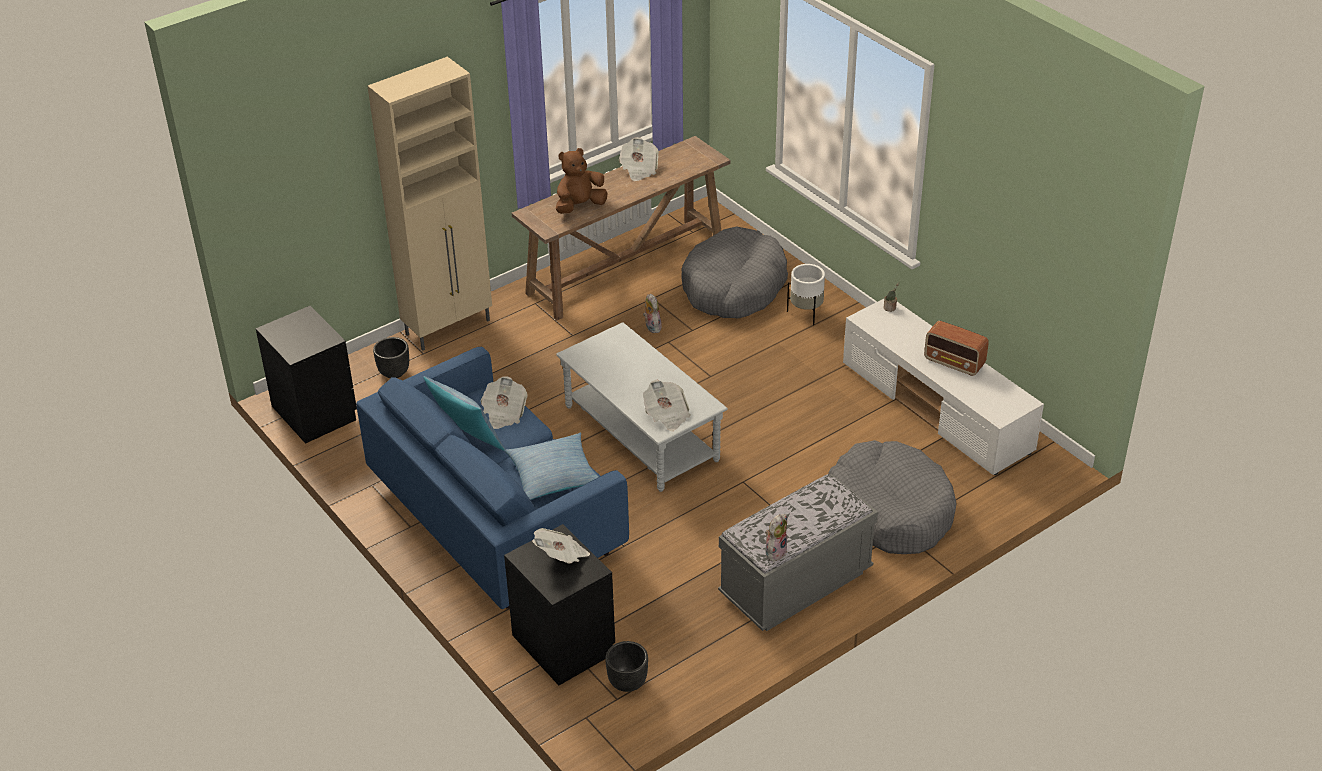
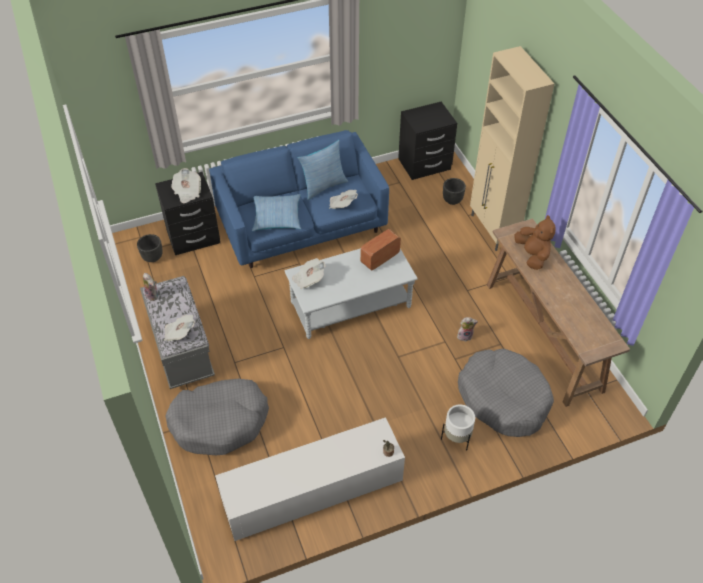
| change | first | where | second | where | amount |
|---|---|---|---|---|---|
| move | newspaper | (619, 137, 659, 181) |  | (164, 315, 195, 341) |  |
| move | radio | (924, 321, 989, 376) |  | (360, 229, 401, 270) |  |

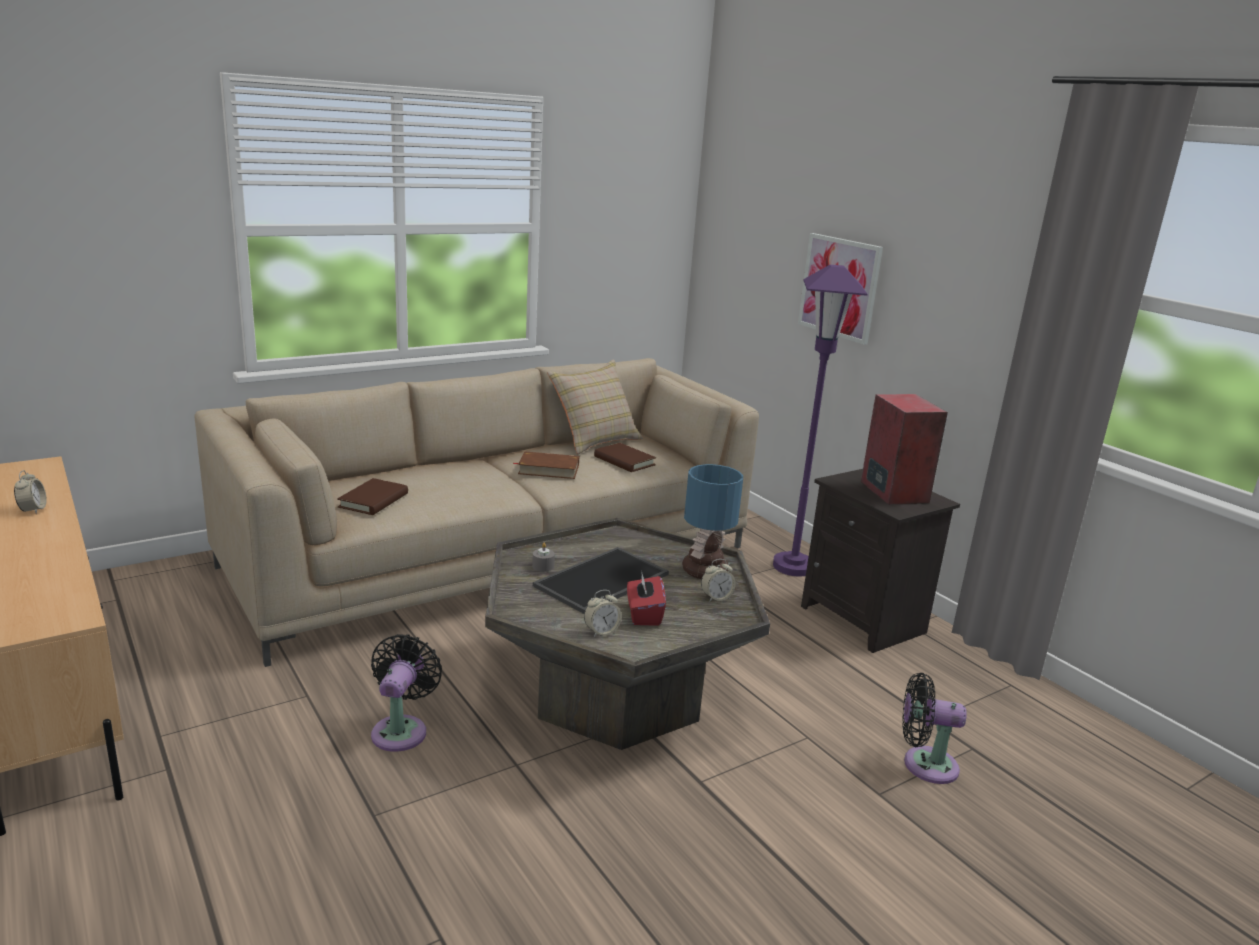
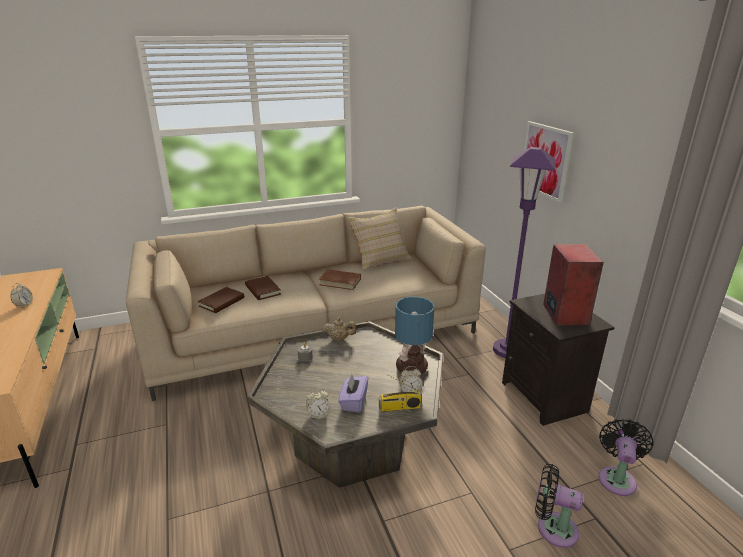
| change | first | where | second | where | amount |
|---|---|---|---|---|---|
| move | brown book | (594, 443, 656, 472) |  | (245, 276, 281, 300) |  |
| insert |  |  | beige teapot | (322, 318, 357, 341) |  |
| recolor | red tissue box | (627, 574, 666, 626) | purple tissue box | (338, 374, 368, 413) |  |
| insert |  |  | radio | (379, 375, 421, 412) |  |
| move | black fan | (371, 634, 442, 752) |  | (598, 418, 654, 496) |  |
| delete | tray | (533, 547, 669, 614) |  |  |  |

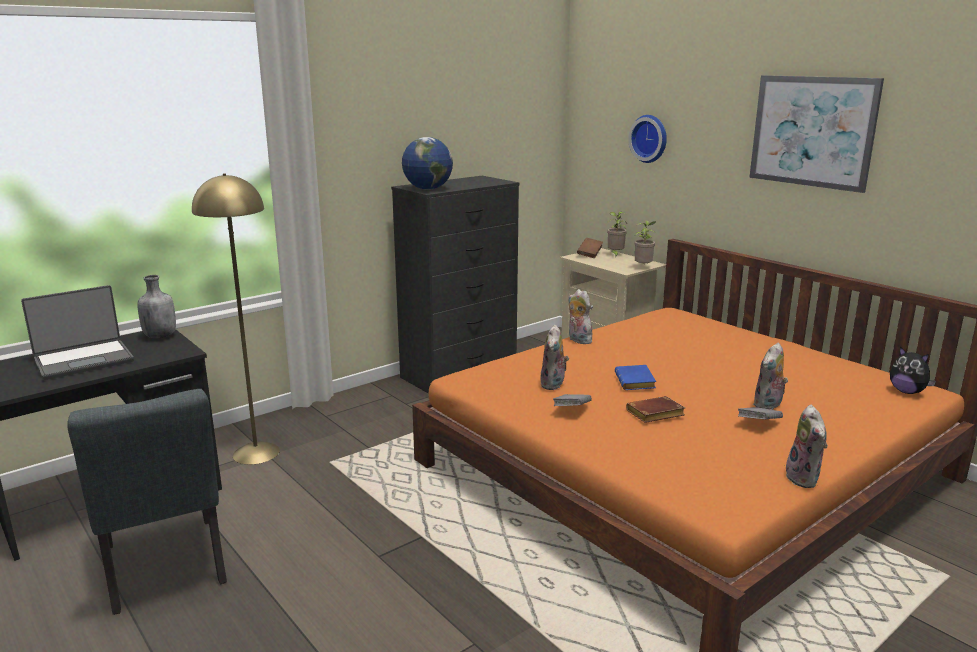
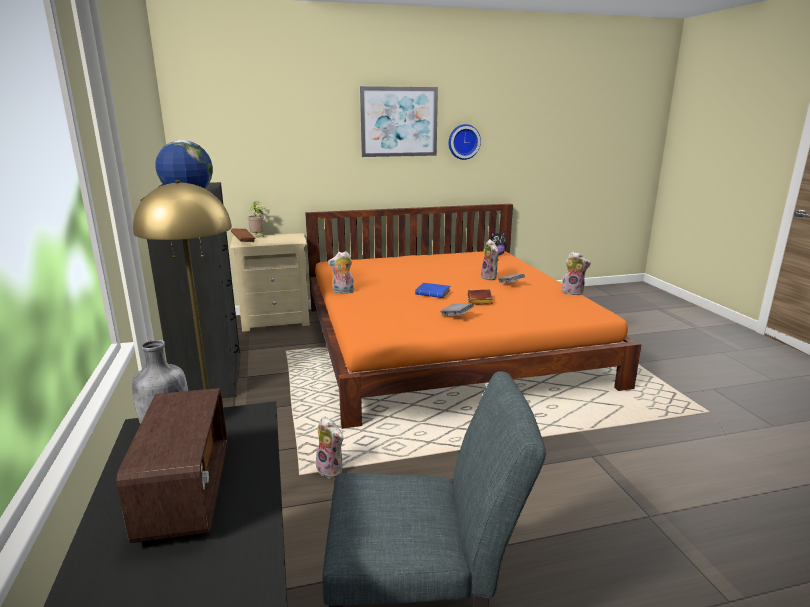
| change | first | where | second | where | amount |
|---|---|---|---|---|---|
| replace | laptop | (21, 285, 134, 380) | radio | (117, 388, 227, 543) |  |
| move | plush toy | (540, 325, 569, 390) |  | (316, 416, 343, 478) |  |
| move | wall clock | (628, 115, 667, 163) |  | (449, 124, 481, 160) |  |
| delete | potted plant | (634, 220, 657, 265) |  |  |  |

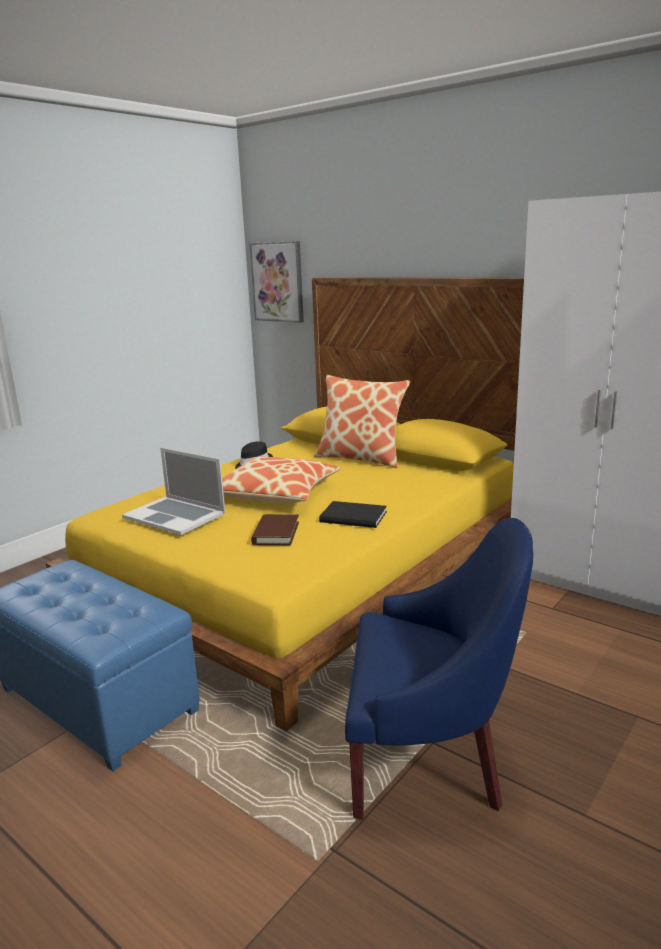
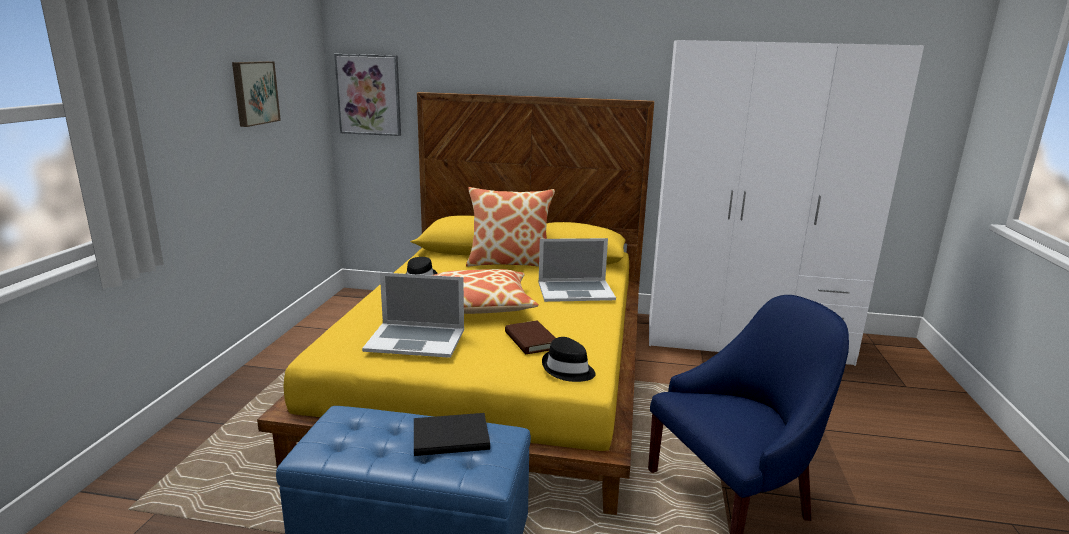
| change | first | where | second | where | amount |
|---|---|---|---|---|---|
| insert |  |  | picture | (232, 61, 281, 127) |  |
| move | black book | (319, 501, 387, 528) |  | (414, 413, 490, 456) |  |
| insert |  |  | laptop | (539, 238, 616, 302) |  |
| insert |  |  | black hat | (542, 337, 595, 382) |  |

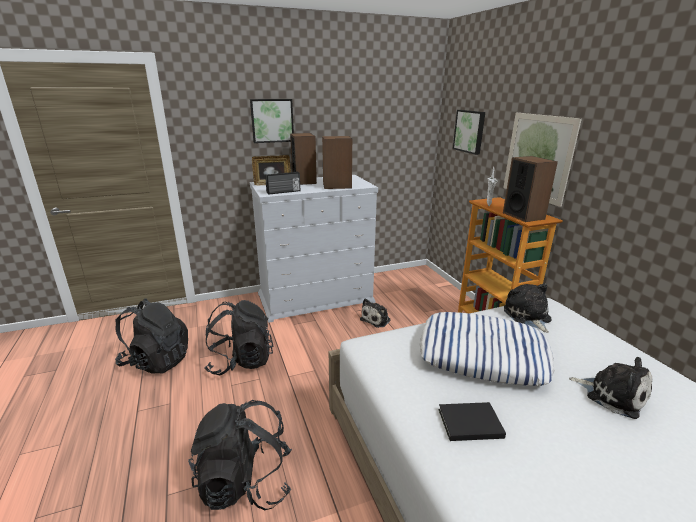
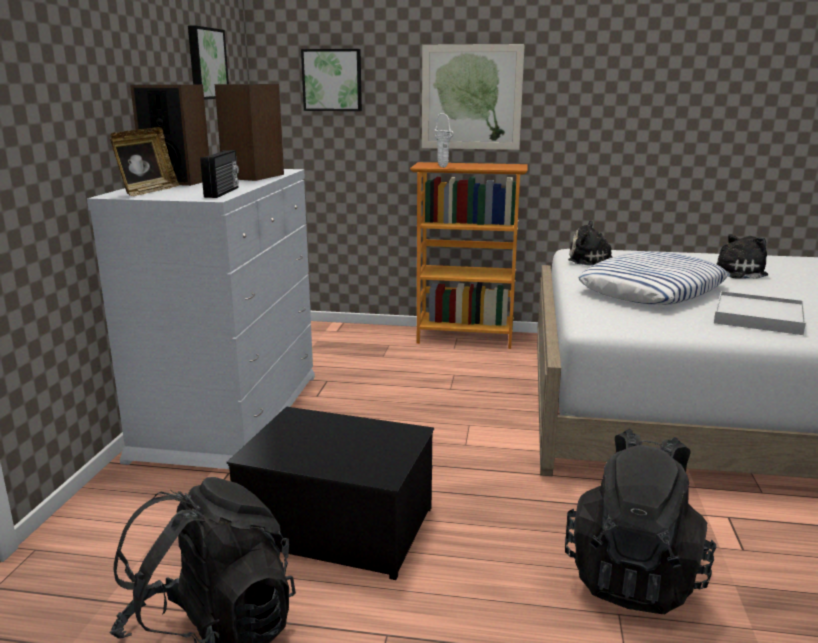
| change | first | where | second | where | amount |
|---|---|---|---|---|---|
| move | picture | (250, 99, 294, 143) |  | (188, 25, 229, 100) |  |
| replace | black backpack | (205, 300, 273, 375) | storage box | (227, 407, 434, 580) |  |
| replace | black book | (438, 402, 506, 441) | white tray | (714, 291, 806, 335) |  |
| delete | plush toy | (360, 298, 391, 328) |  |  |  |
| delete | speaker | (503, 156, 558, 222) |  |  |  |

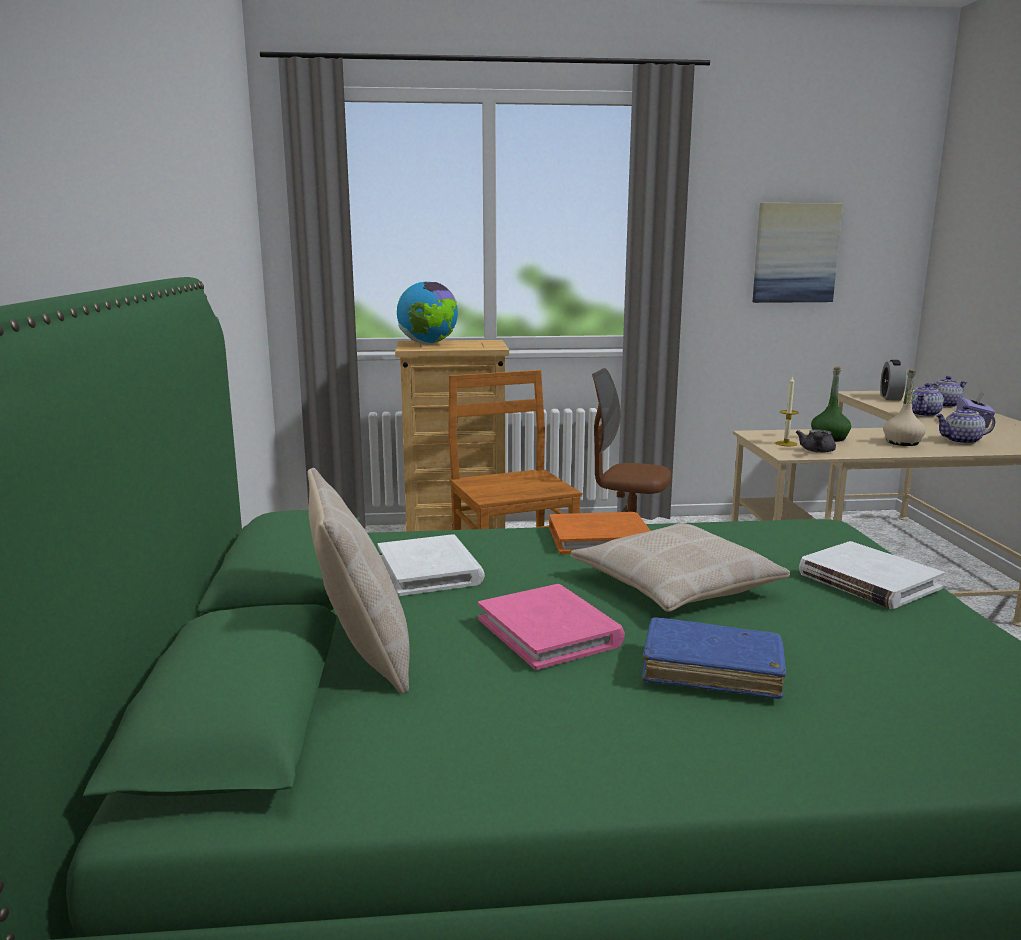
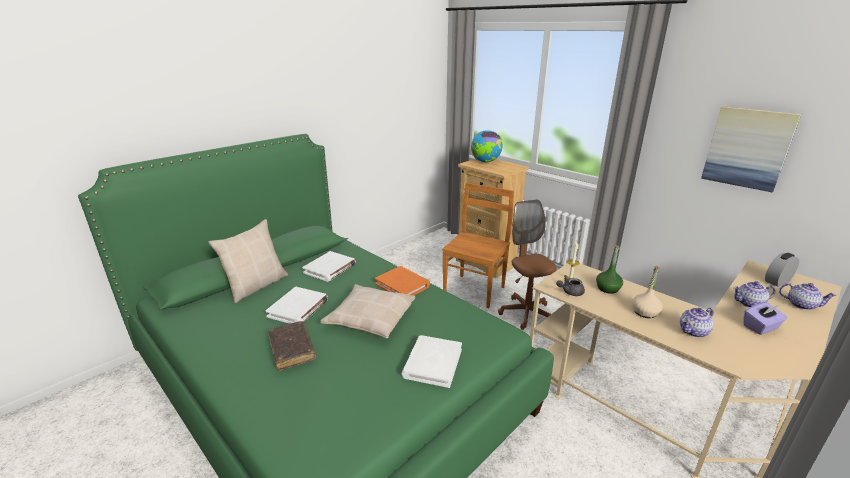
| change | first | where | second | where | amount |
|---|---|---|---|---|---|
| recolor | pink book | (478, 584, 625, 670) | white book | (265, 287, 328, 324) |  |
| recolor | blue book | (642, 617, 786, 699) | brown book | (268, 321, 316, 371) |  |
| rotate | teapot | (935, 405, 995, 444) |  | (680, 308, 714, 338) | 75 degrees counterclockwise |

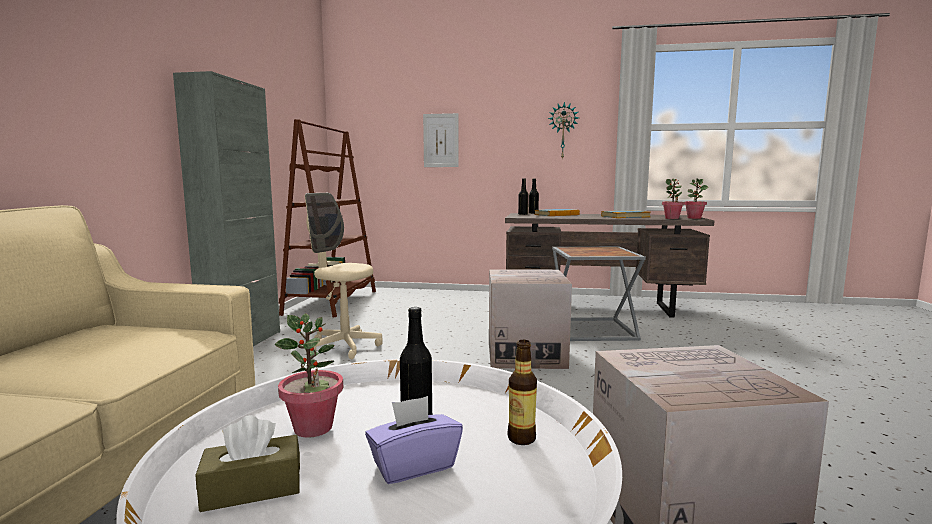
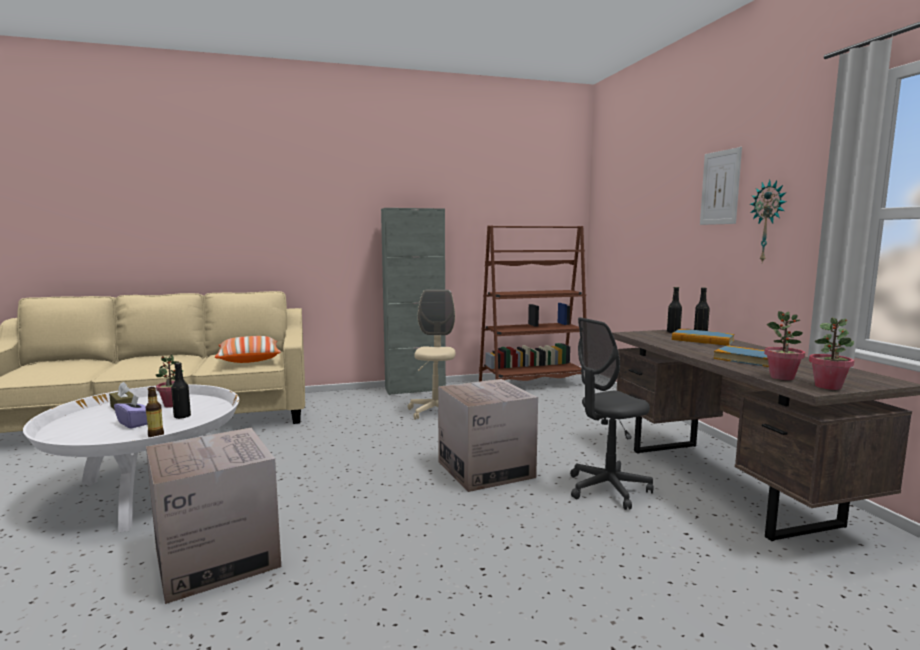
| change | first | where | second | where | amount |
|---|---|---|---|---|---|
| insert |  |  | pillow | (215, 336, 281, 363) |  |
| replace | grey side table | (552, 247, 646, 341) | grey office chair | (570, 317, 653, 510) |  |
| move | picture | (423, 113, 459, 167) |  | (700, 147, 742, 225) |  |

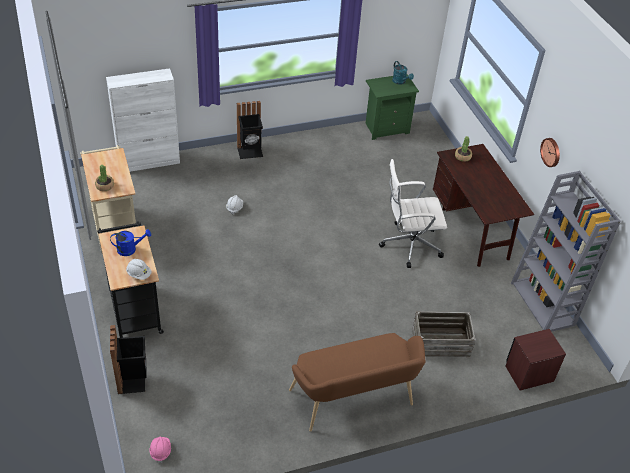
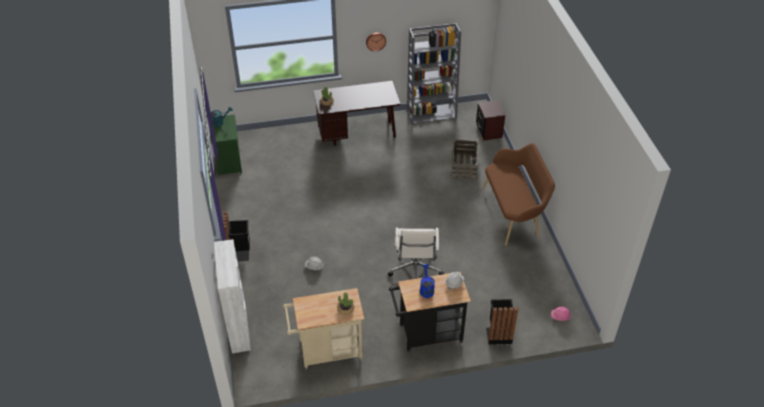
| change | first | where | second | where | amount |
|---|---|---|---|---|---|
| move | white office chair | (379, 159, 447, 268) |  | (388, 228, 444, 279) |  |

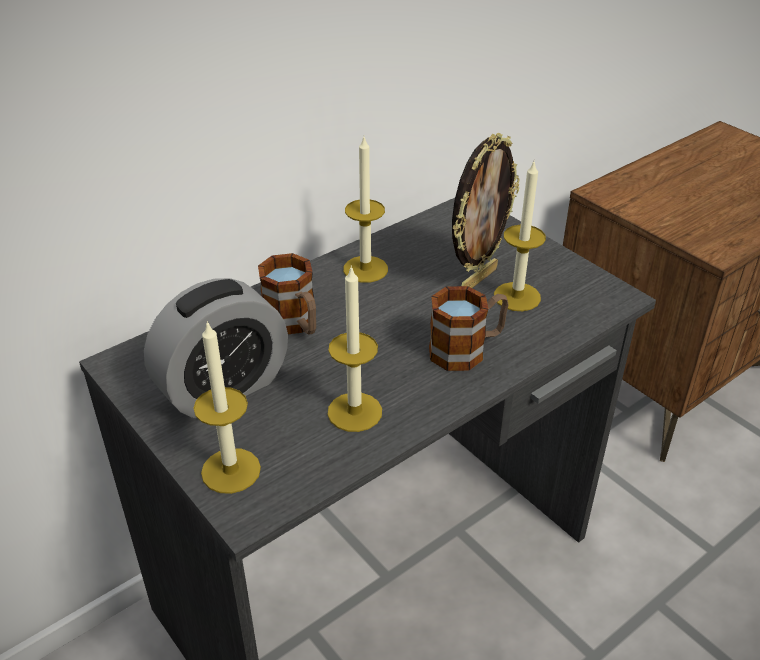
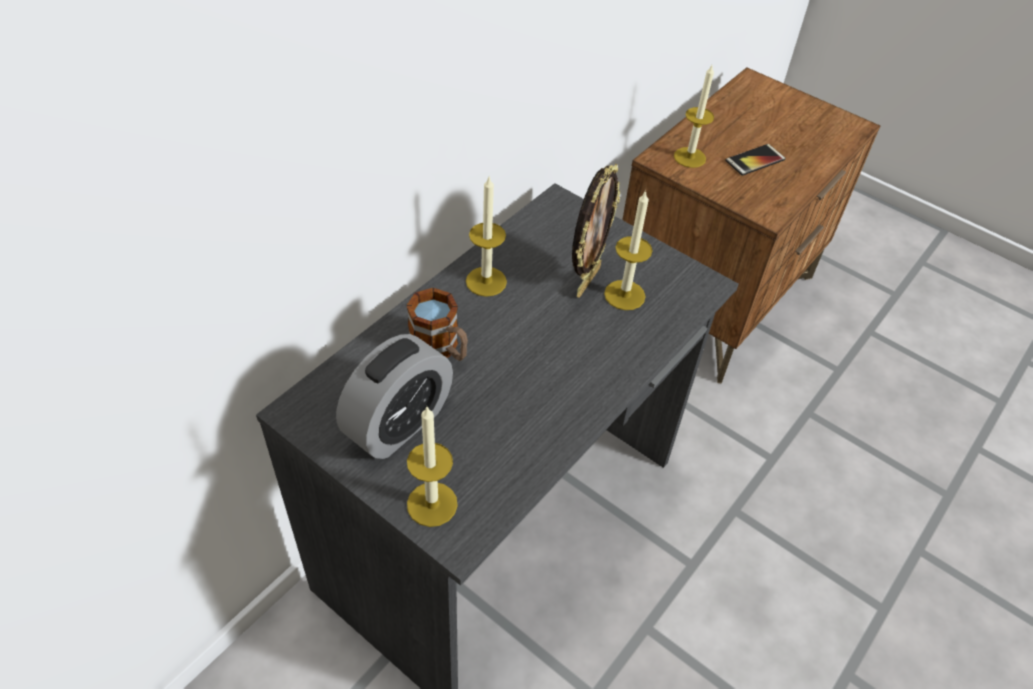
| change | first | where | second | where | amount |
|---|---|---|---|---|---|
| move | candle | (327, 265, 382, 432) |  | (674, 65, 714, 168) |  |
| insert |  |  | phone | (725, 144, 786, 176) |  |
| delete | mug | (429, 286, 509, 371) |  |  |  |

